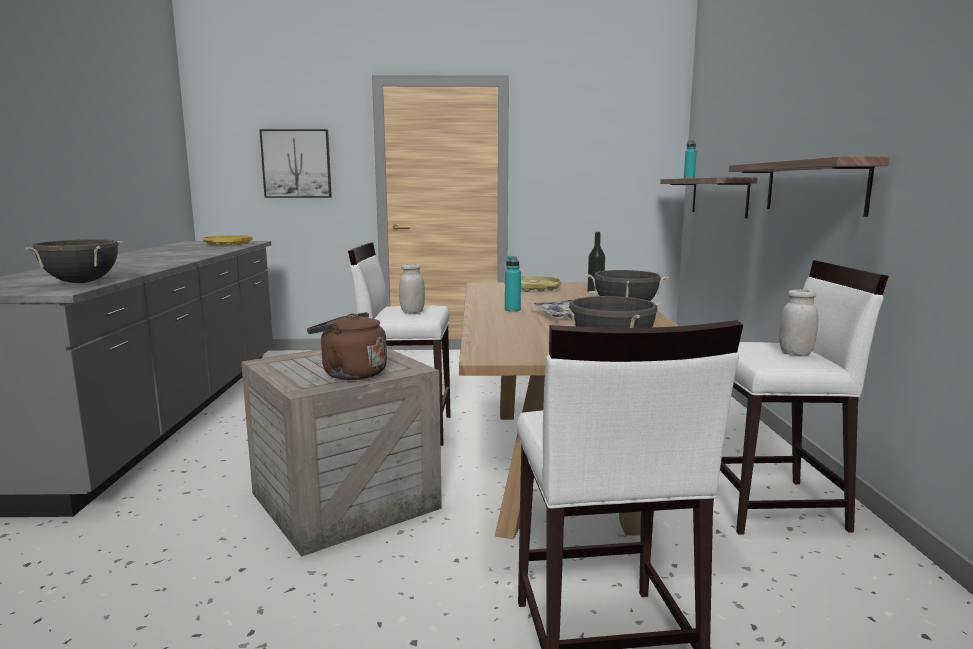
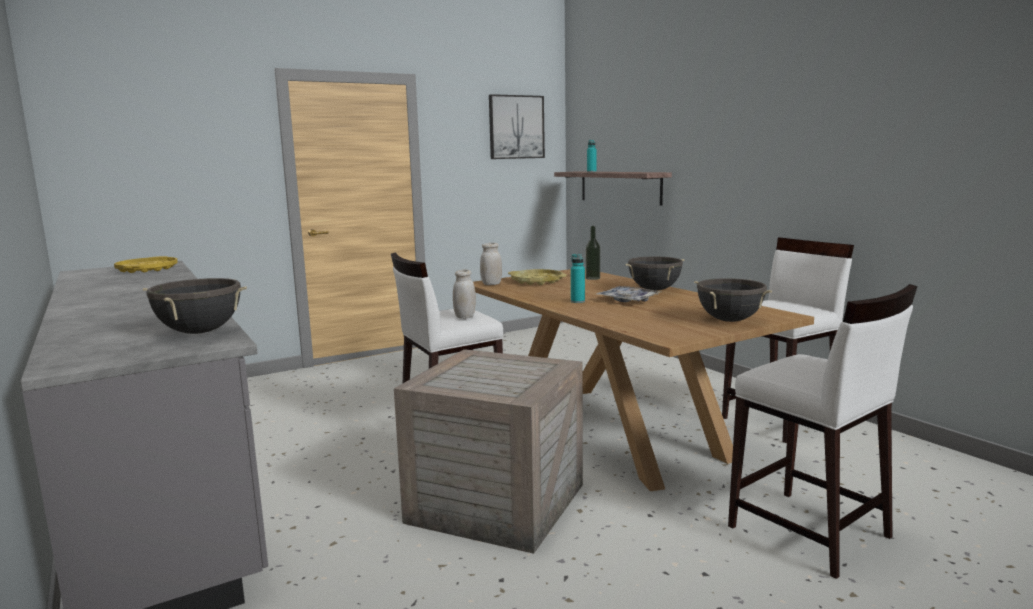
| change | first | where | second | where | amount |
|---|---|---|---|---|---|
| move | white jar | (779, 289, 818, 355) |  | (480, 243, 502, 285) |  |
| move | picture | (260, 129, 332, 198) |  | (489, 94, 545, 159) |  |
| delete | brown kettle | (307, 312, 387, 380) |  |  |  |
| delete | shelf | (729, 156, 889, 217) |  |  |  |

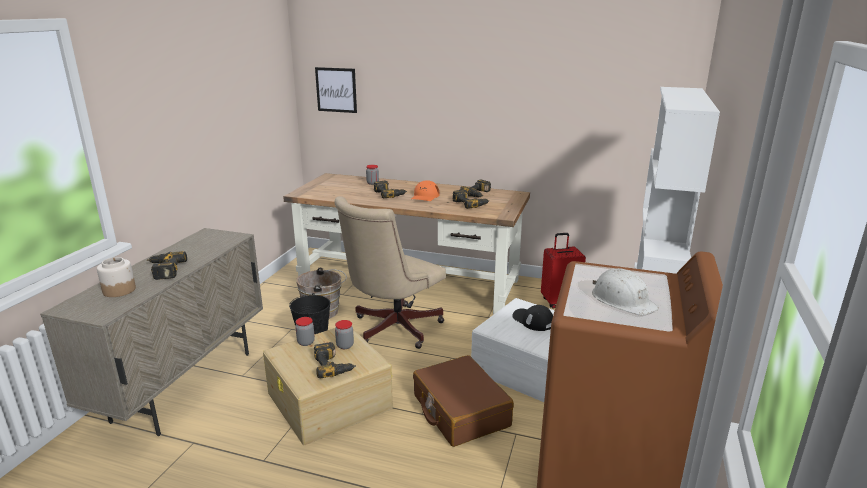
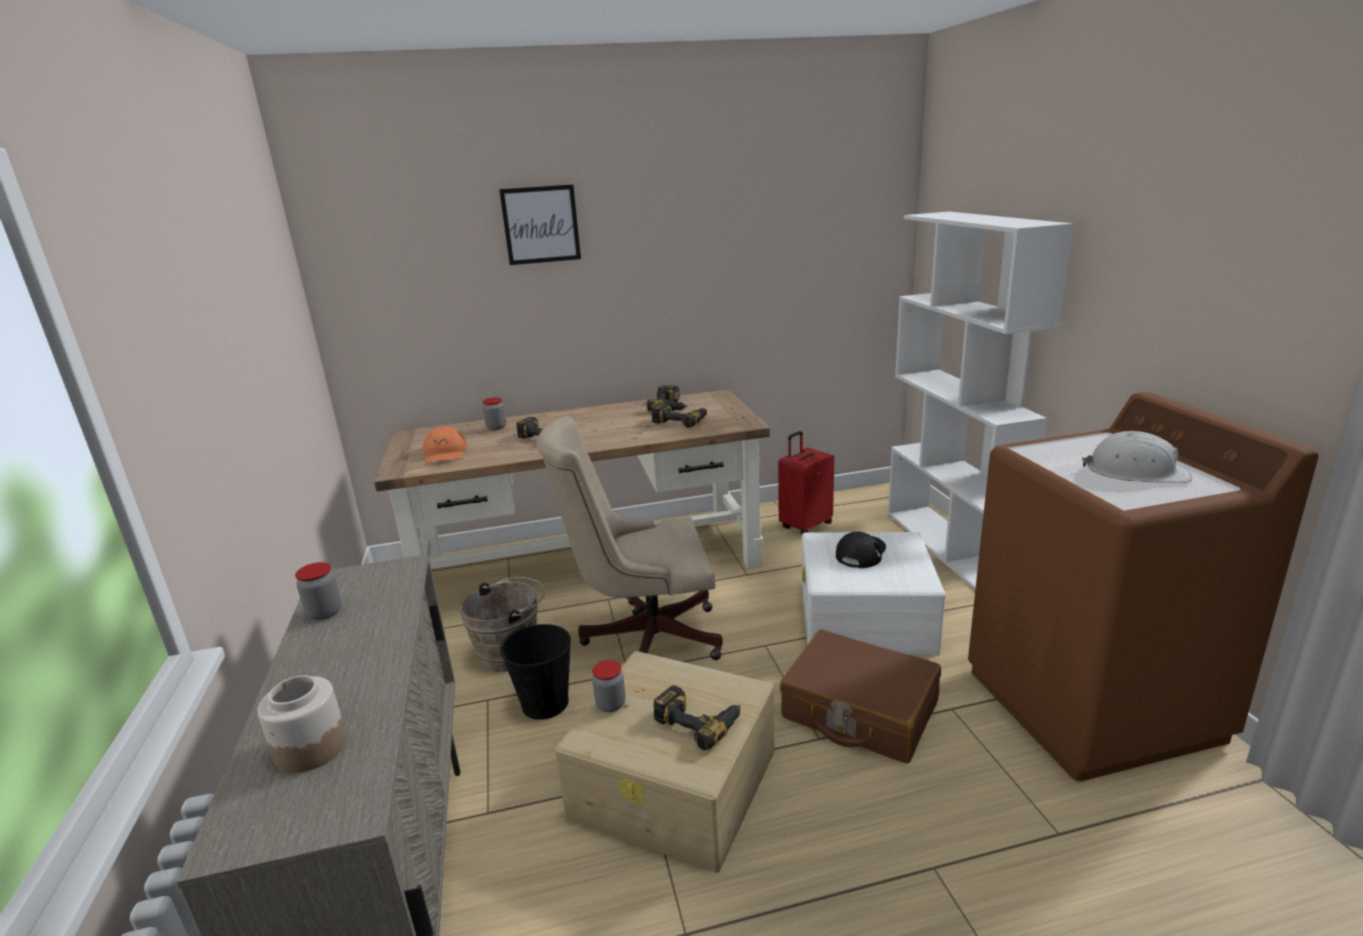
| change | first | where | second | where | amount |
|---|---|---|---|---|---|
| move | jar | (335, 320, 354, 349) |  | (295, 562, 342, 620) |  |
| move | orange cap | (411, 180, 439, 201) |  | (423, 426, 467, 463) |  |
| move | picture | (315, 67, 357, 113) |  | (499, 184, 581, 265) |  |
| rotate | beige office chair | (334, 196, 446, 349) |  | (536, 416, 723, 660) | 75 degrees clockwise |
| rotate | black cap | (512, 305, 553, 331) |  | (836, 532, 886, 568) | 105 degrees clockwise |
| delete | power drill | (147, 251, 187, 280) |  |  |  |

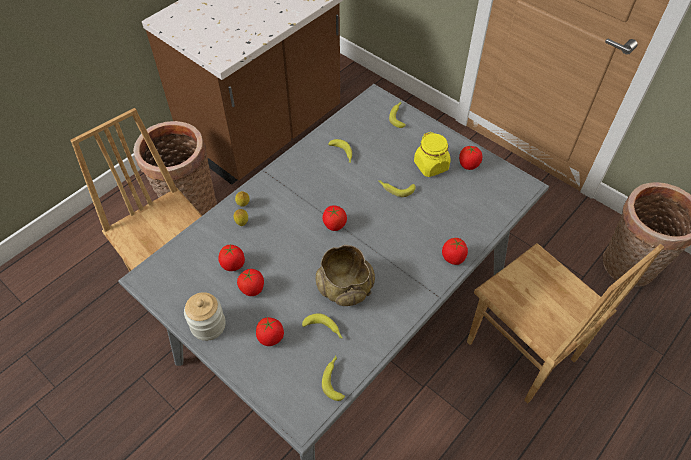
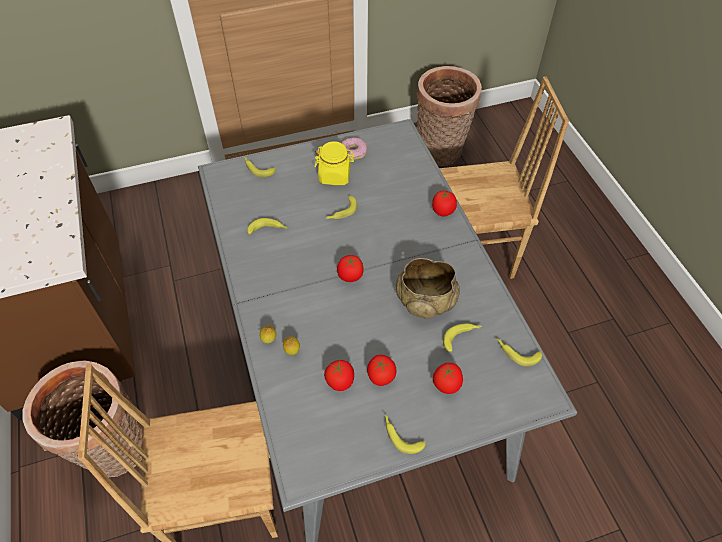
| change | first | where | second | where | amount |
|---|---|---|---|---|---|
| replace | tomato | (459, 145, 482, 170) | donut | (342, 137, 367, 160) |  |
| replace | jar | (184, 292, 226, 341) | banana | (385, 415, 426, 454) |  |

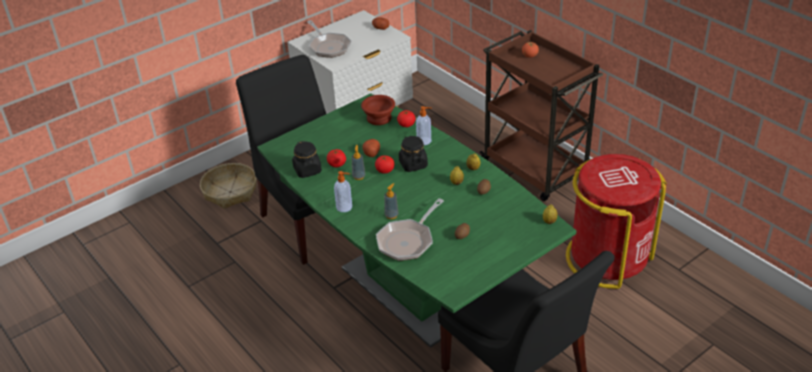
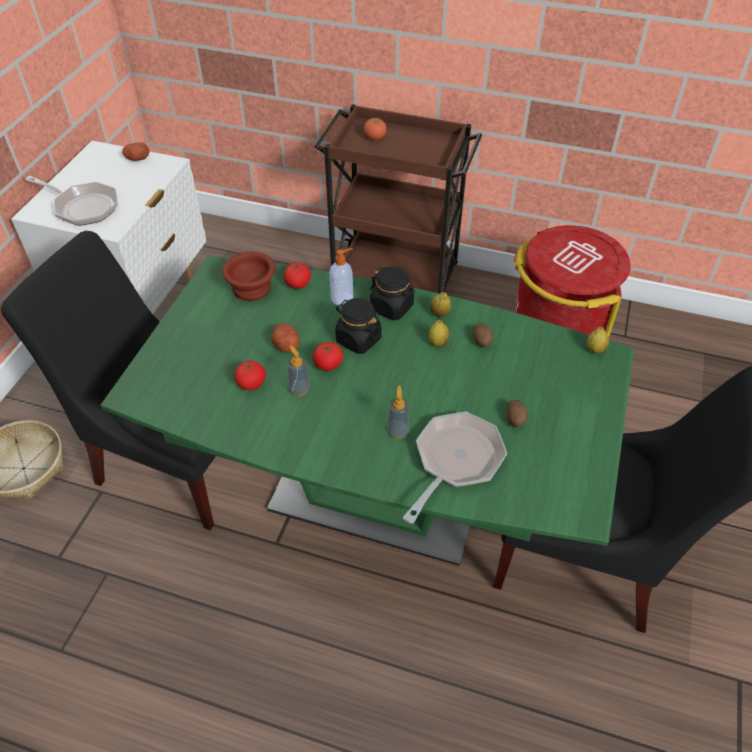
| change | first | where | second | where | amount |
|---|---|---|---|---|---|
| move | black jar | (292, 141, 322, 178) |  | (370, 266, 415, 320) |  |
| rotate | frying pan | (376, 198, 444, 261) |  | (403, 412, 507, 524) | 150 degrees counterclockwise |
| delete | soap dispenser | (334, 171, 352, 212) |  |  |  |

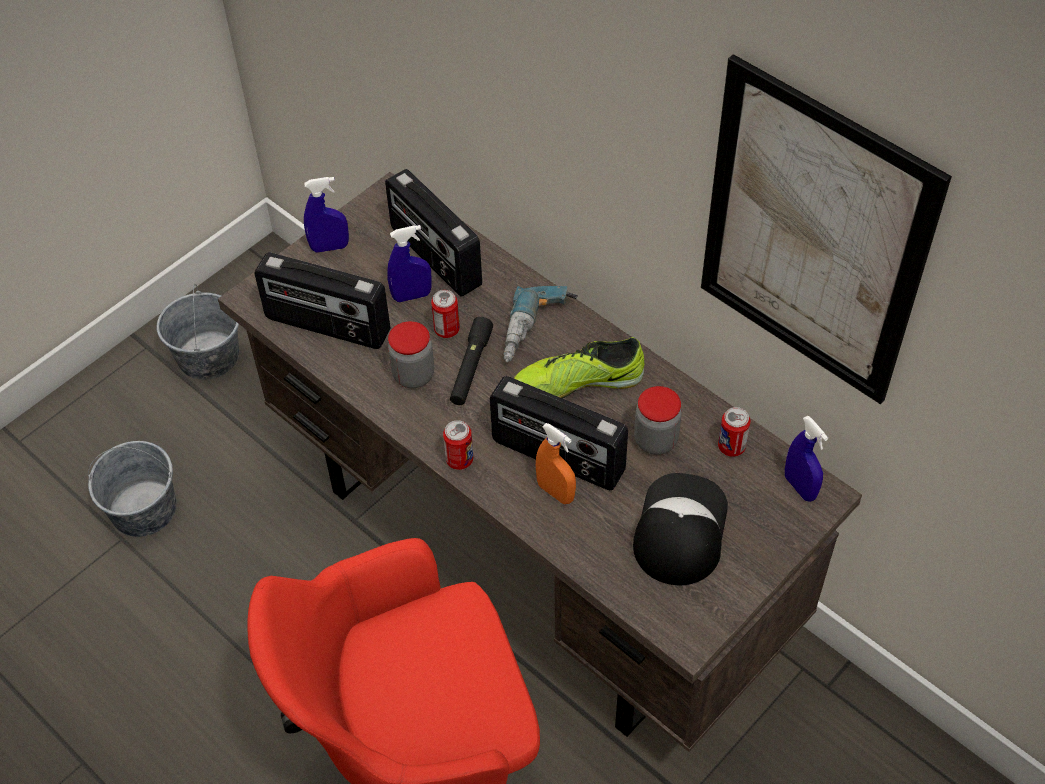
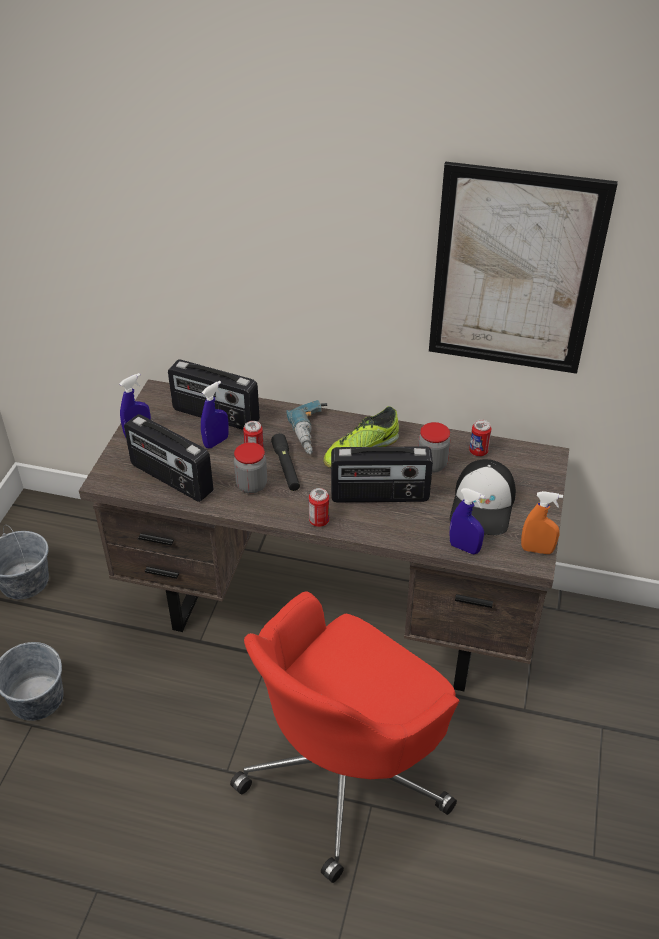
| change | first | where | second | where | amount |
|---|---|---|---|---|---|
| rotate | radio | (254, 253, 390, 349) |  | (124, 414, 213, 502) | 45 degrees clockwise |
| rotate | cap | (633, 473, 728, 585) |  | (450, 459, 516, 535) | 150 degrees counterclockwise |
| move | blue spray bottle | (785, 416, 828, 502) |  | (450, 488, 486, 554) |  |
| move | orange spray bottle | (536, 423, 576, 504) |  | (521, 491, 563, 554) |  |

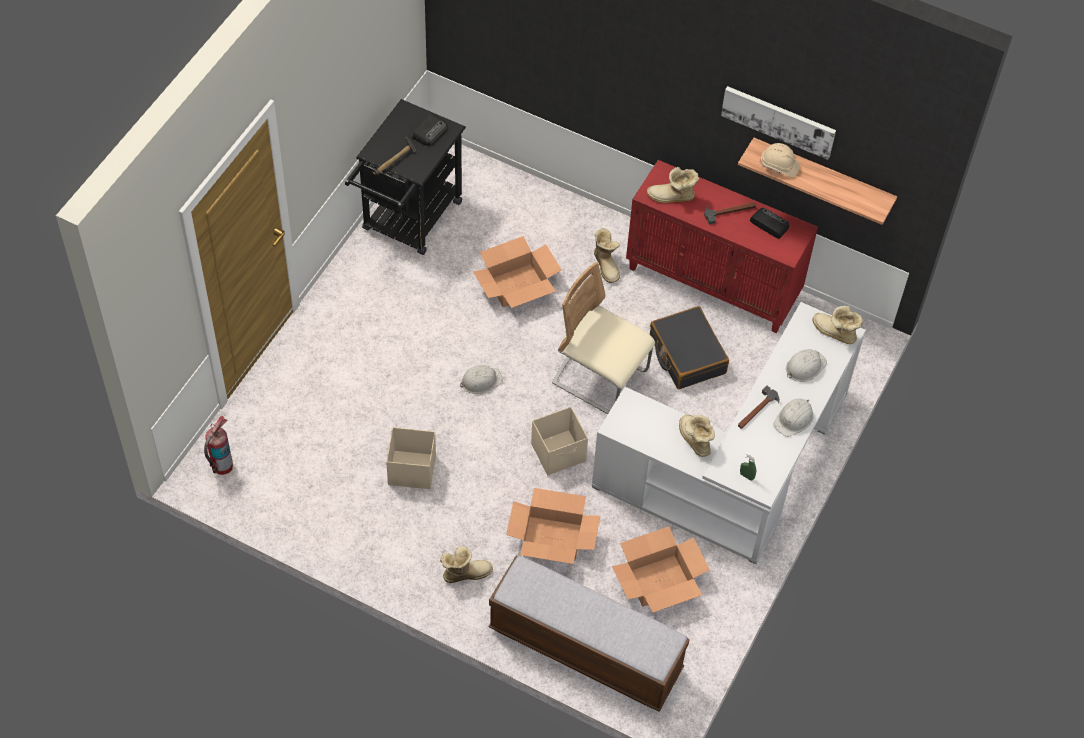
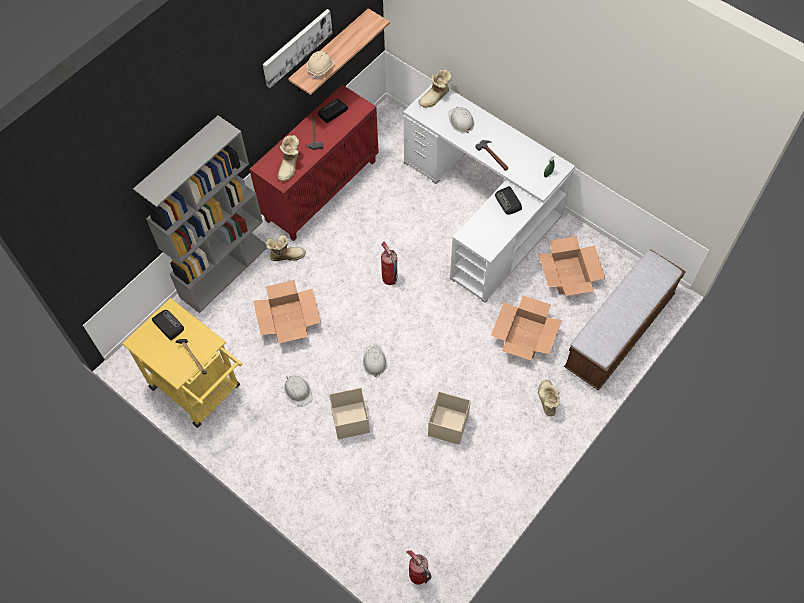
| change | first | where | second | where | amount |
|---|---|---|---|---|---|
| recolor | black cart | (345, 99, 466, 255) | yellow cart | (122, 298, 242, 428) |  |
| insert |  |  | grey bookcase | (133, 115, 267, 313) |  |
| move | white hard hat | (773, 399, 814, 437) |  | (284, 376, 313, 407) |  |
| move | beige storage box | (531, 407, 588, 475) |  | (329, 388, 370, 439) |  |
| replace | beige chair | (552, 262, 655, 414) | fire extinguisher | (381, 242, 398, 285) |  |
| replace | boot | (679, 414, 715, 457) | radio | (495, 186, 522, 215) |  |
| delete | black suitcase | (650, 306, 729, 389) |  |  |  |

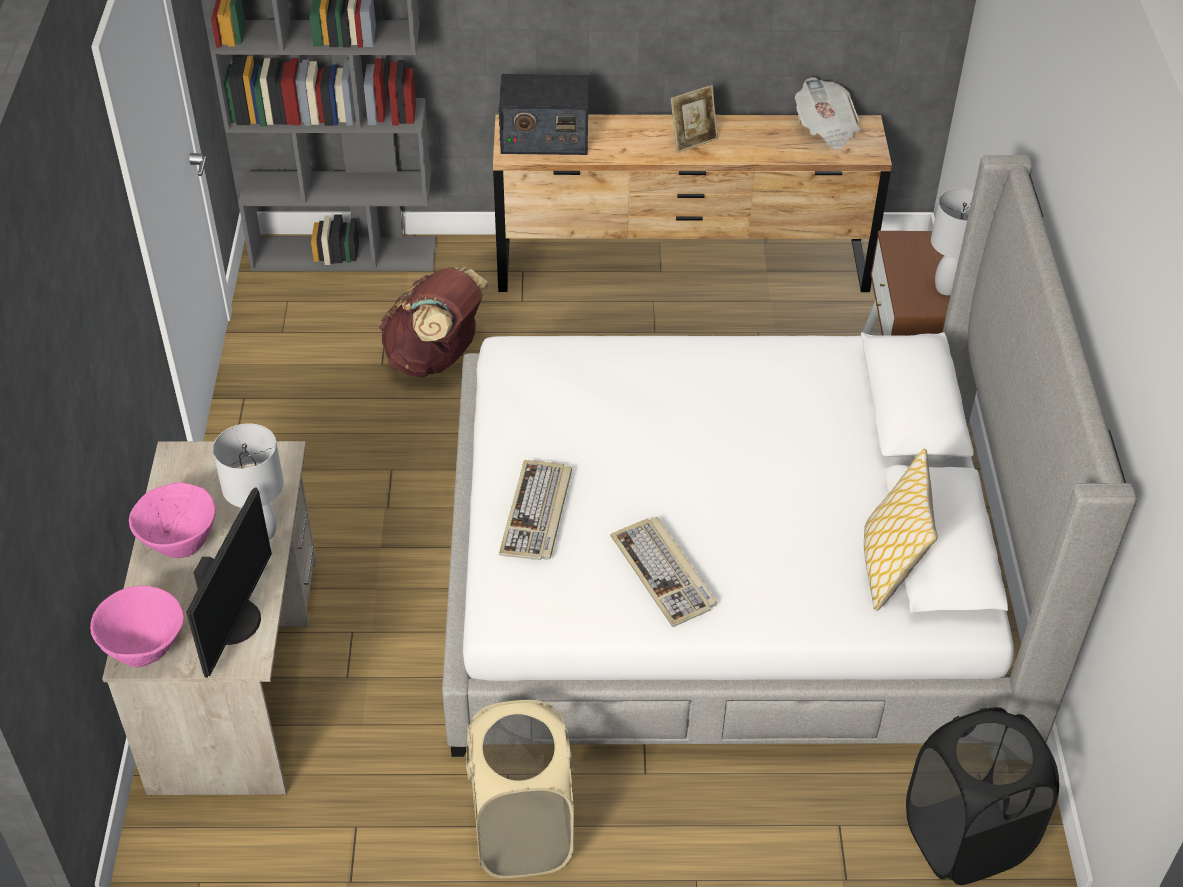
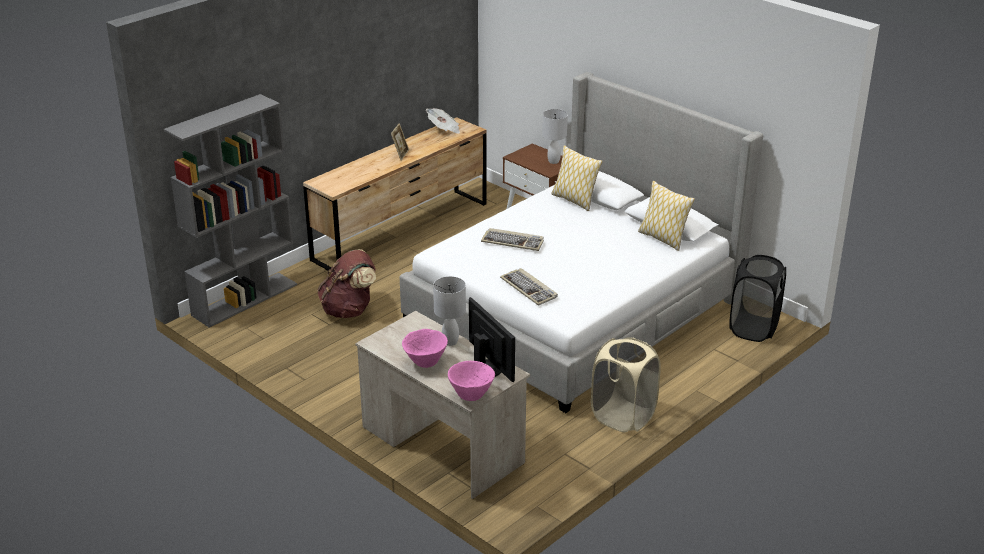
| change | first | where | second | where | amount |
|---|---|---|---|---|---|
| move | keyboard | (611, 517, 717, 627) |  | (481, 228, 544, 251) |  |
| insert |  |  | pillow | (551, 145, 603, 211) |  |
| delete | radio | (498, 74, 589, 155) |  |  |  |

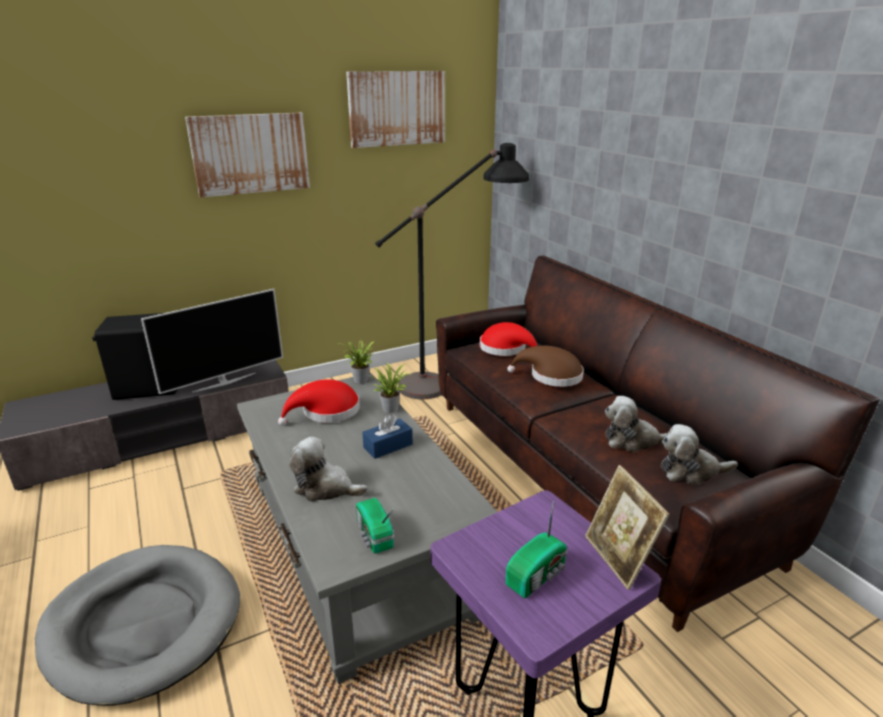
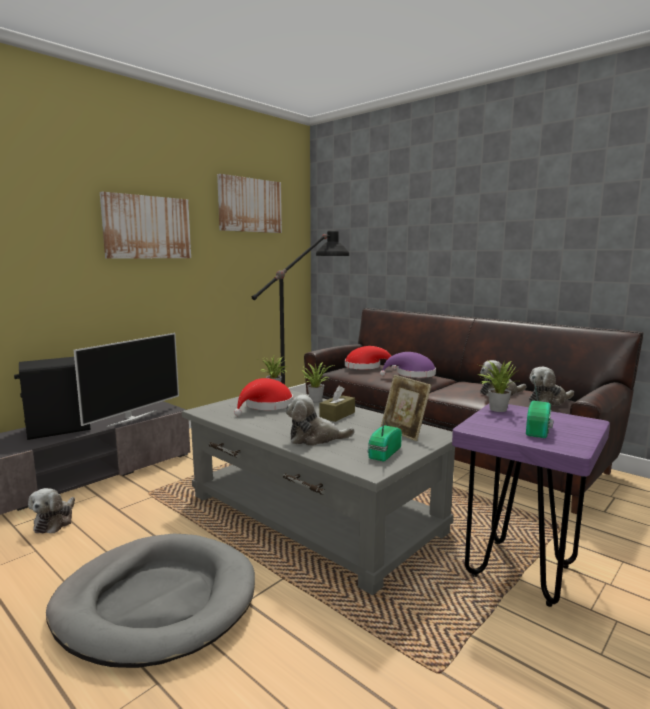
| change | first | where | second | where | amount |
|---|---|---|---|---|---|
| insert |  |  | plush toy | (28, 488, 75, 534) |  |
| recolor | blue tissue box | (362, 415, 413, 459) | brown tissue box | (319, 386, 355, 422) |  |
| rotate | radio | (356, 498, 394, 554) |  | (367, 420, 402, 461) | 75 degrees clockwise |
| recolor | brown hat | (507, 346, 584, 387) | purple hat | (380, 352, 436, 378) |  |
| move | picture frame | (585, 465, 669, 590) |  | (381, 375, 431, 441) |  |
| insert |  |  | potted plant | (477, 361, 521, 412) |  |

